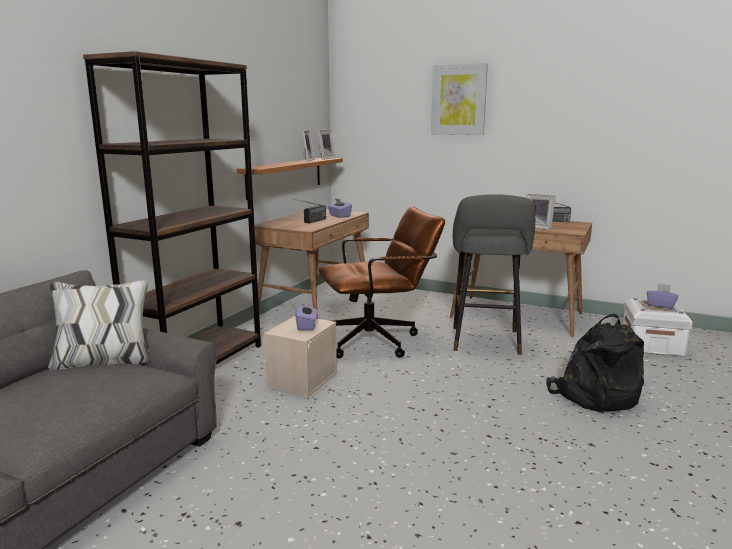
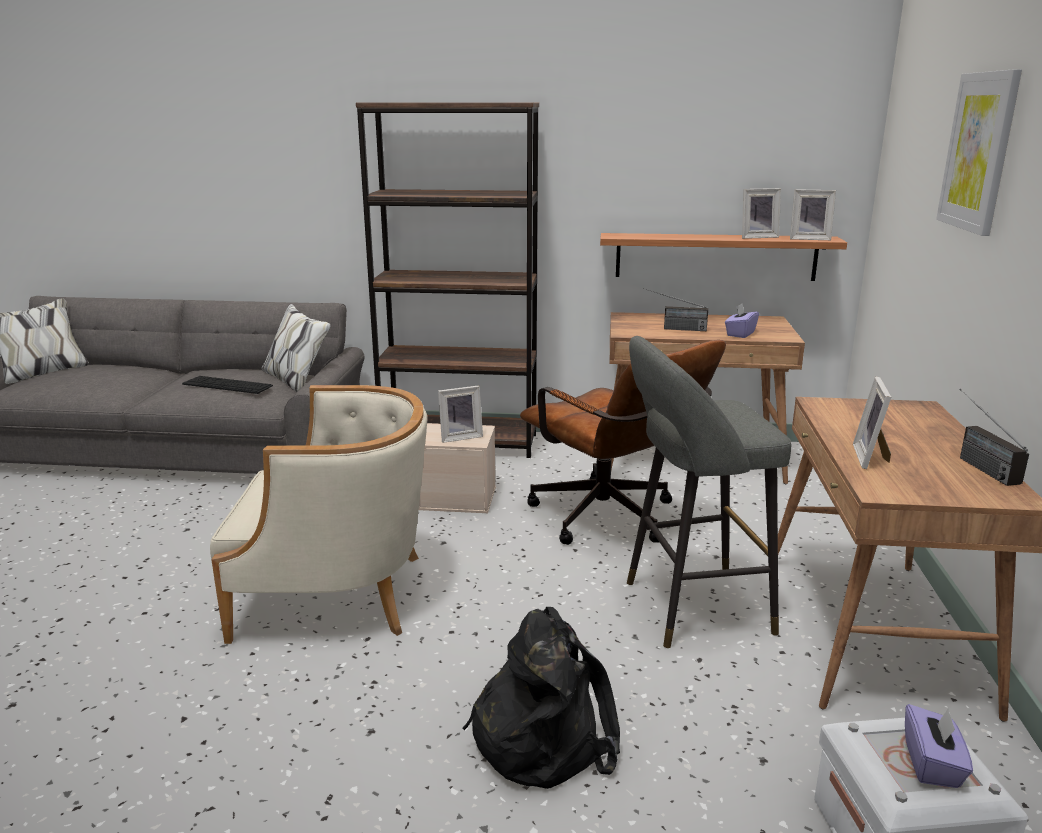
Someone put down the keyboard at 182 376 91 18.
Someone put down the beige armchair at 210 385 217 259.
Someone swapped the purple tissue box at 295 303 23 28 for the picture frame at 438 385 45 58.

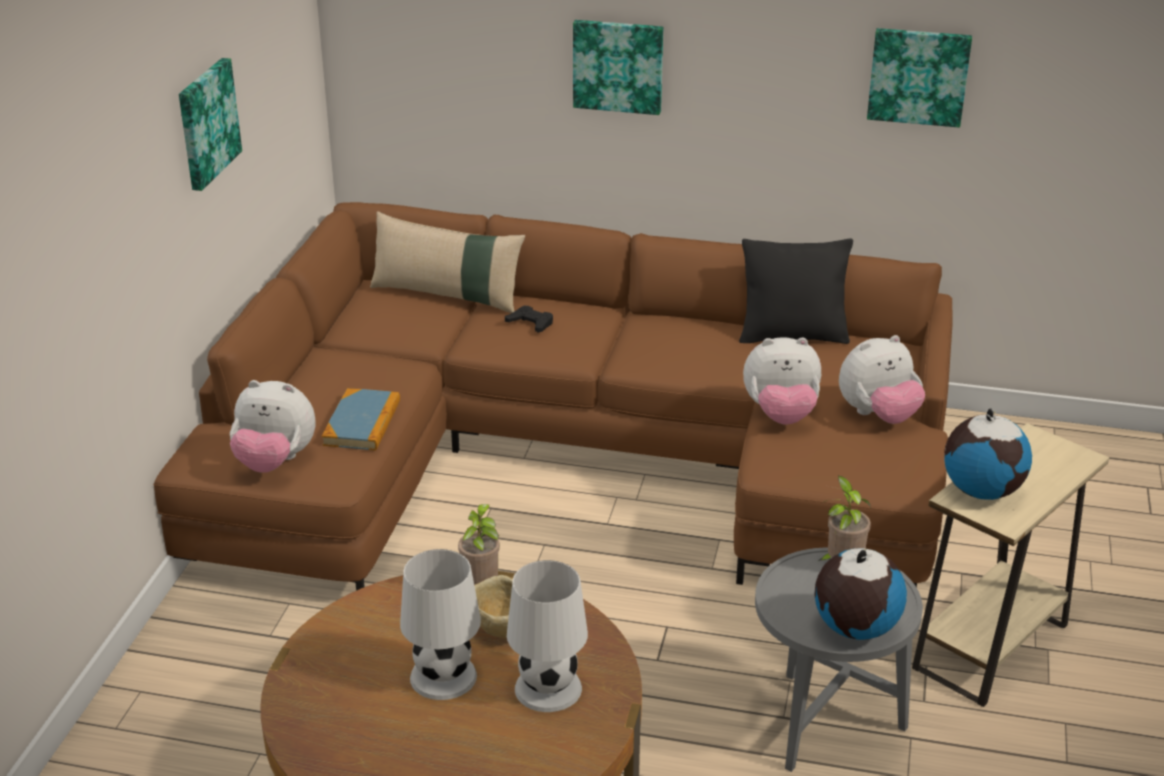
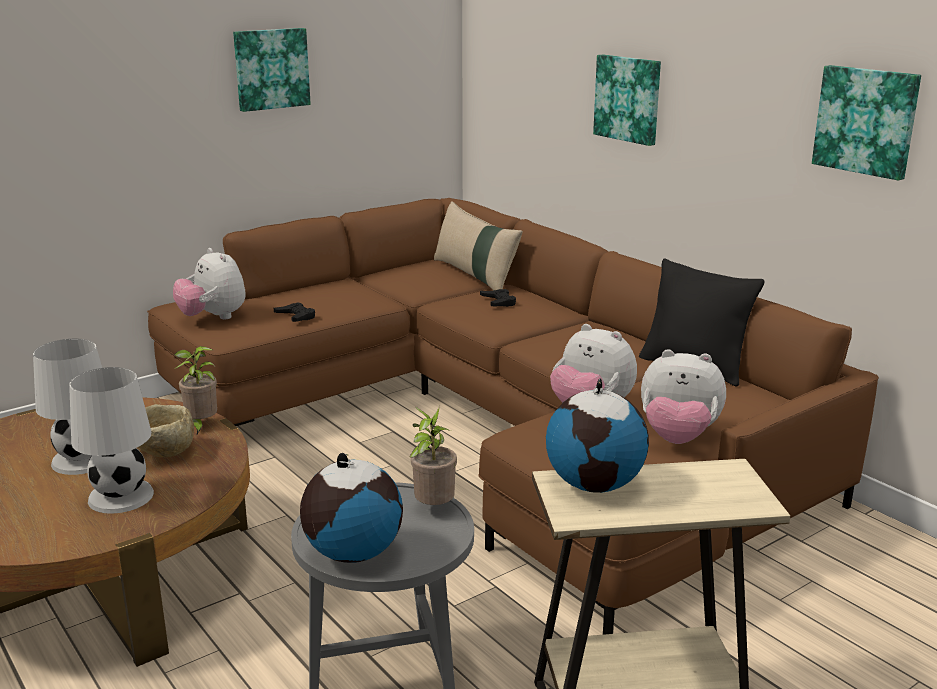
Someone swapped the book at 322 388 78 63 for the black game controller at 274 302 41 20.

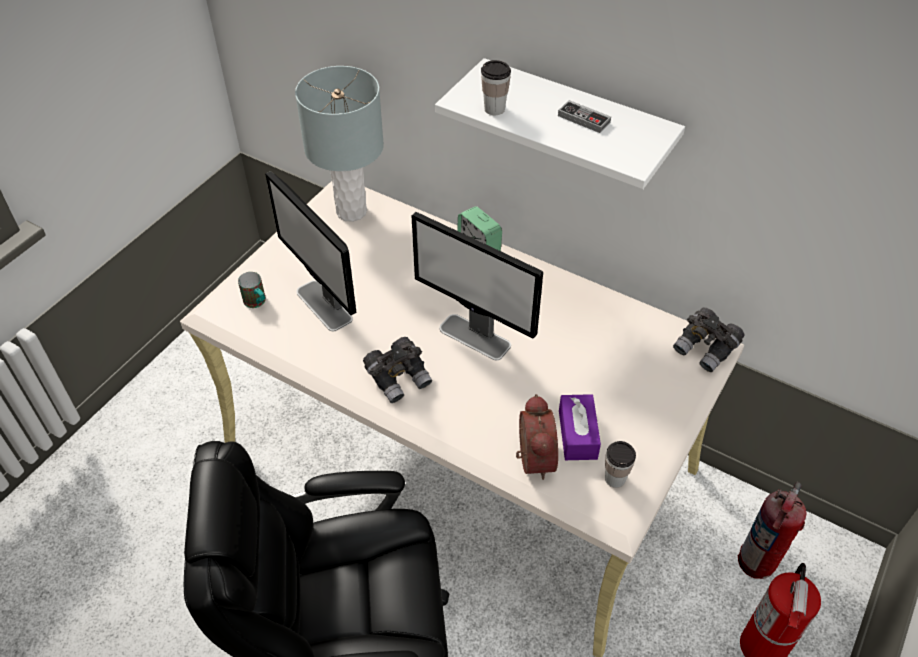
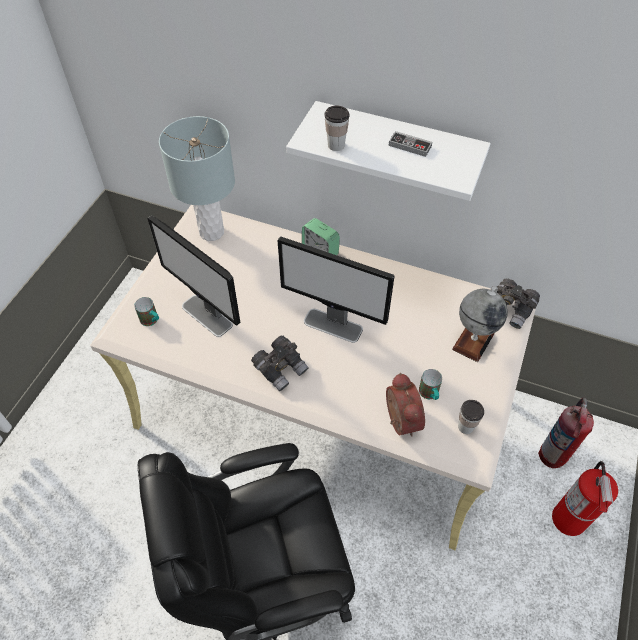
Someone put down the globe at 452 286 56 76.
Someone swapped the purple tissue box at 559 394 42 66 for the mug at 419 369 23 31.

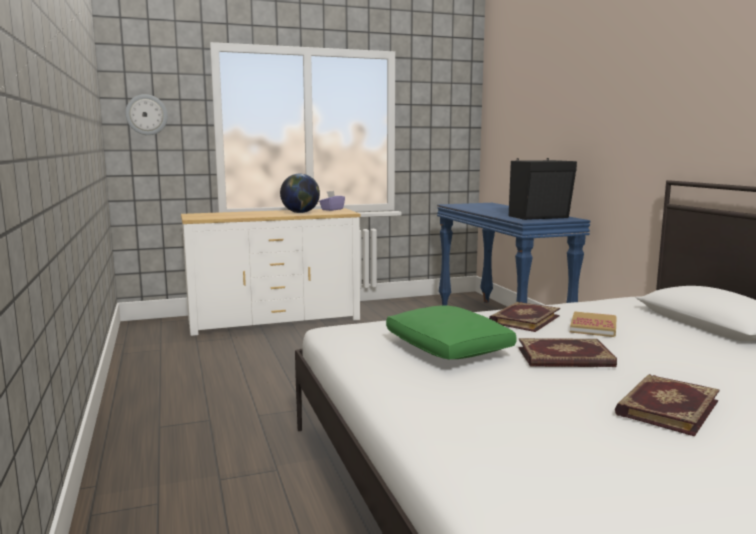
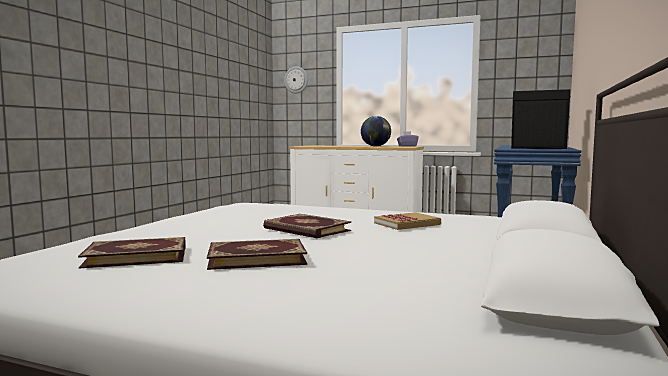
Someone took away the green pillow at 386 305 131 55.
Someone carried the book from 489 302 71 30 to 78 237 108 31.

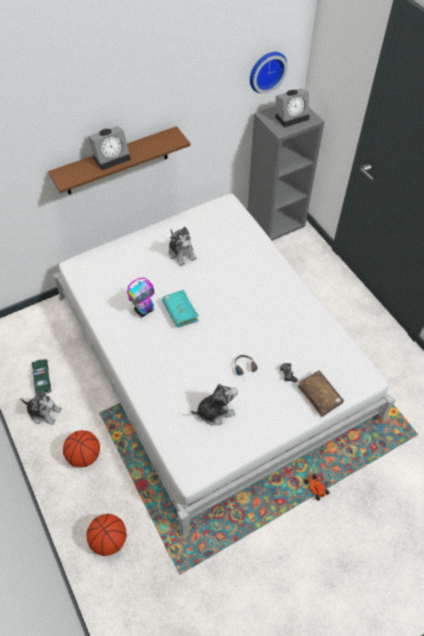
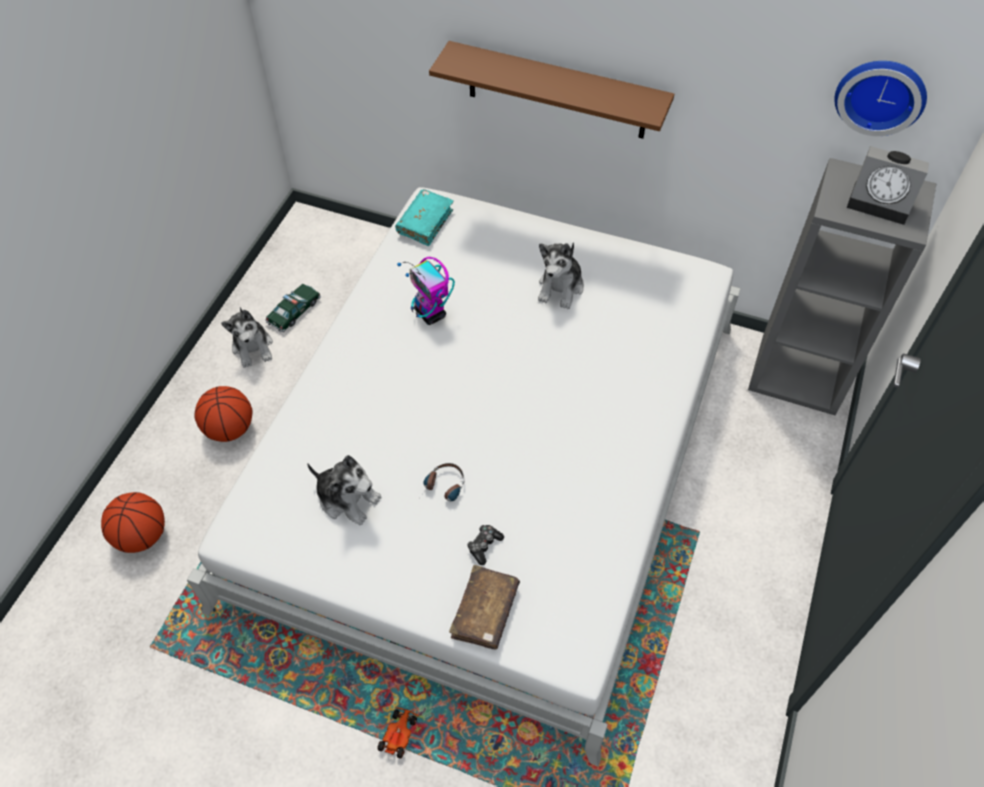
Someone took away the alarm clock at 88 126 43 44.
Someone carried the turquoise book from 162 290 37 38 to 395 189 59 57.
Someone rotated the toy robot at 127 278 27 39 by 45 degrees clockwise.

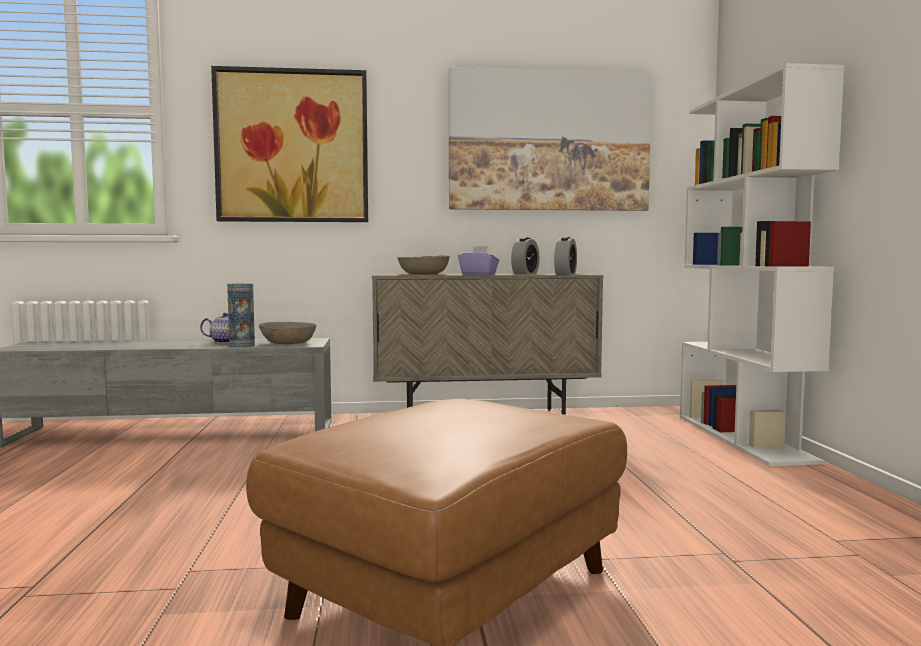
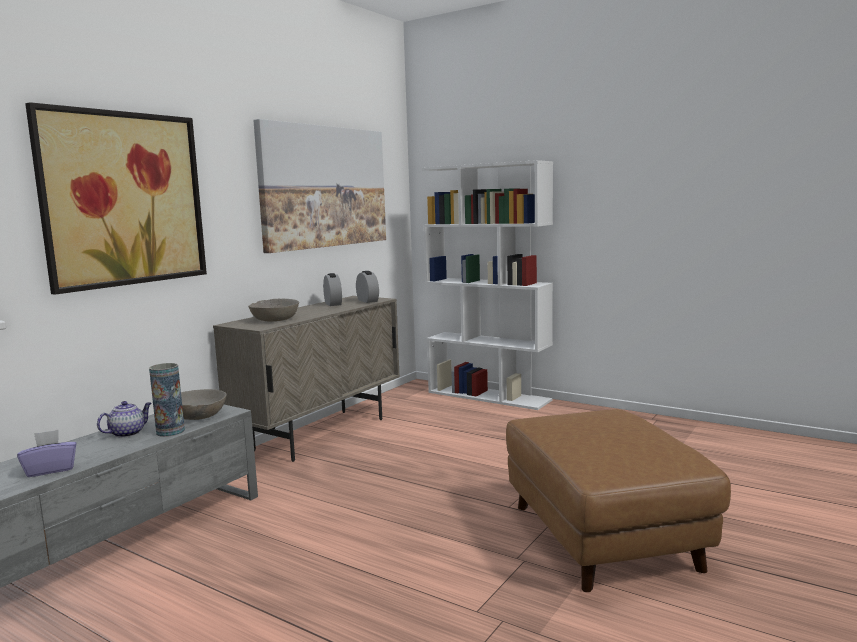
Someone carried the purple tissue box from 458 246 41 29 to 17 430 60 47.

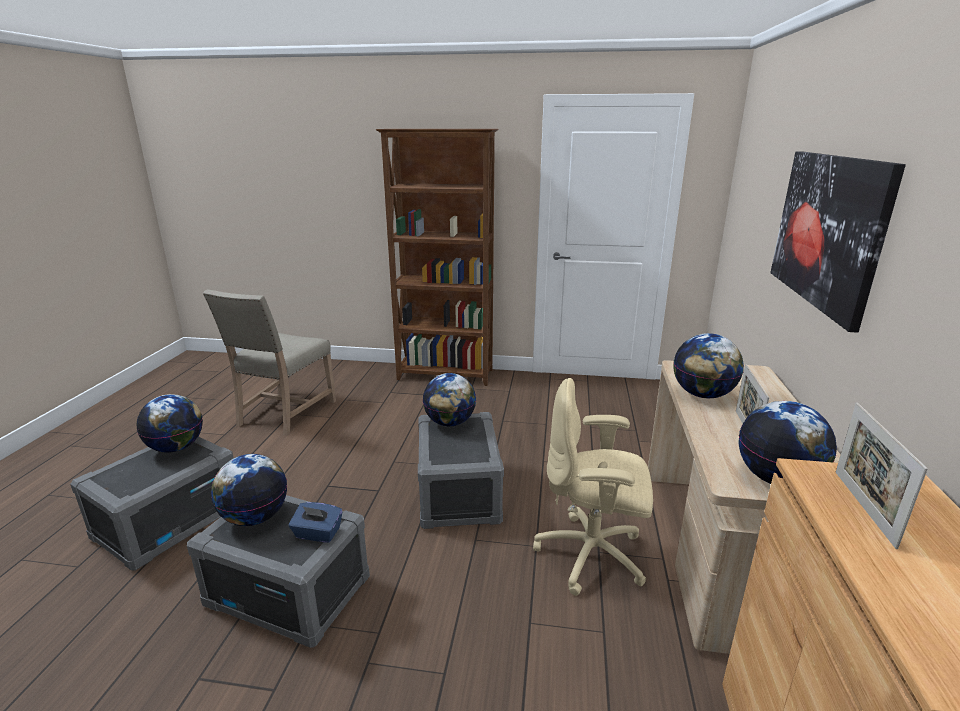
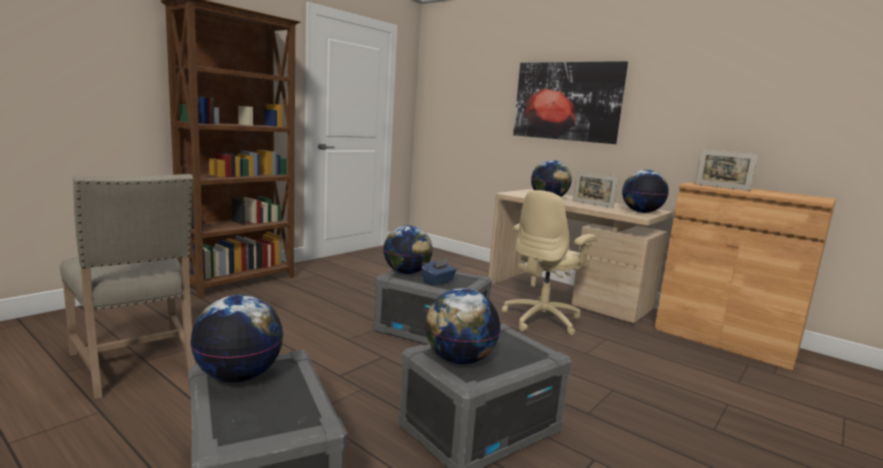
Someone carried the blue tissue box from 289 502 53 41 to 421 258 36 28.

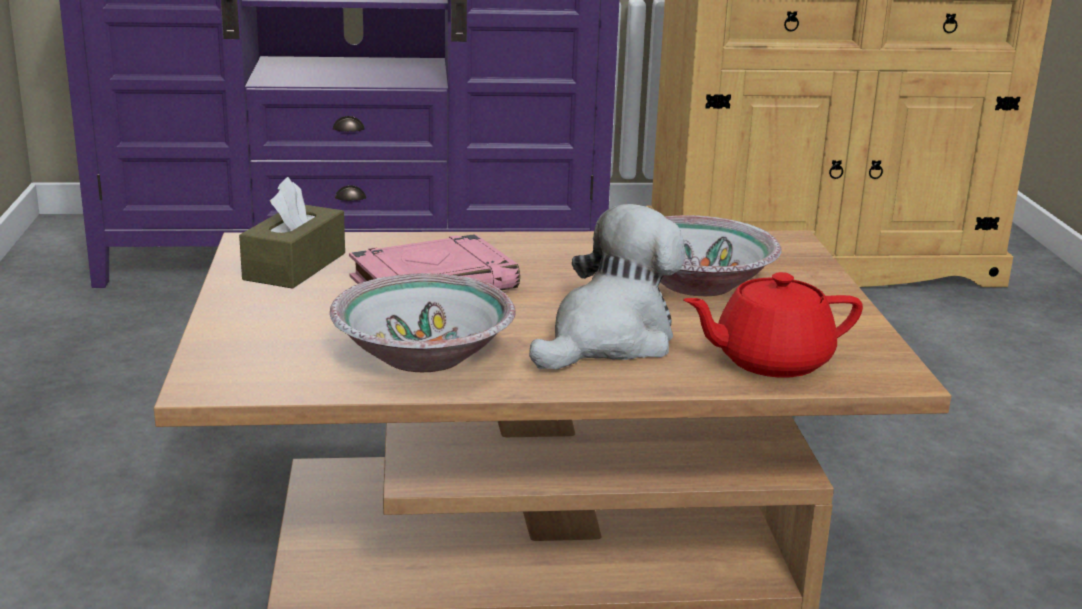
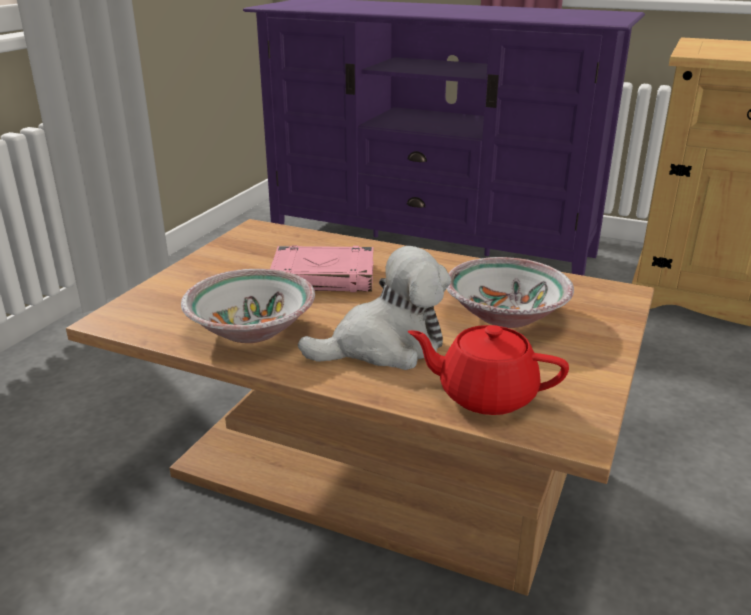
Someone took away the brown tissue box at 239 177 106 112.

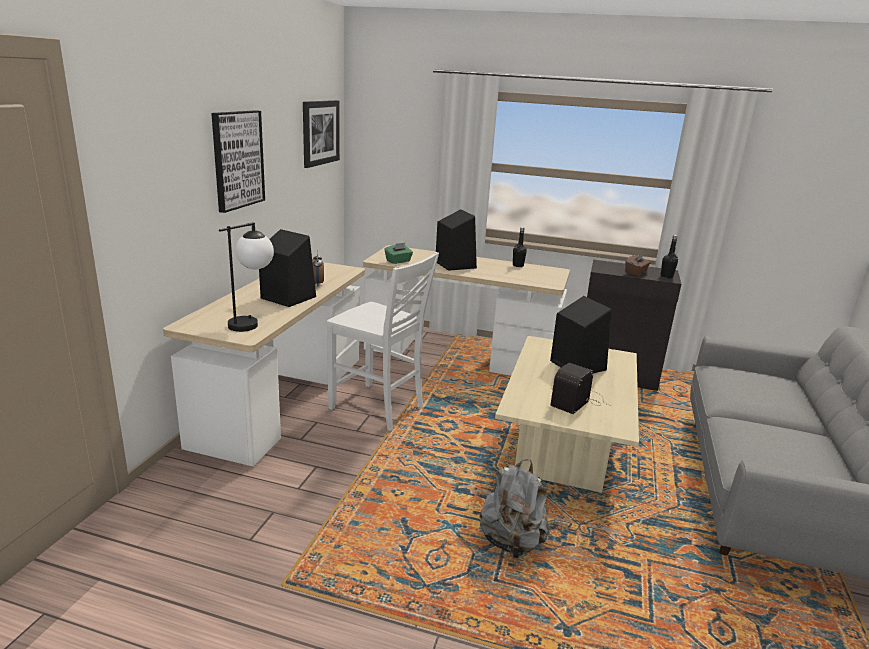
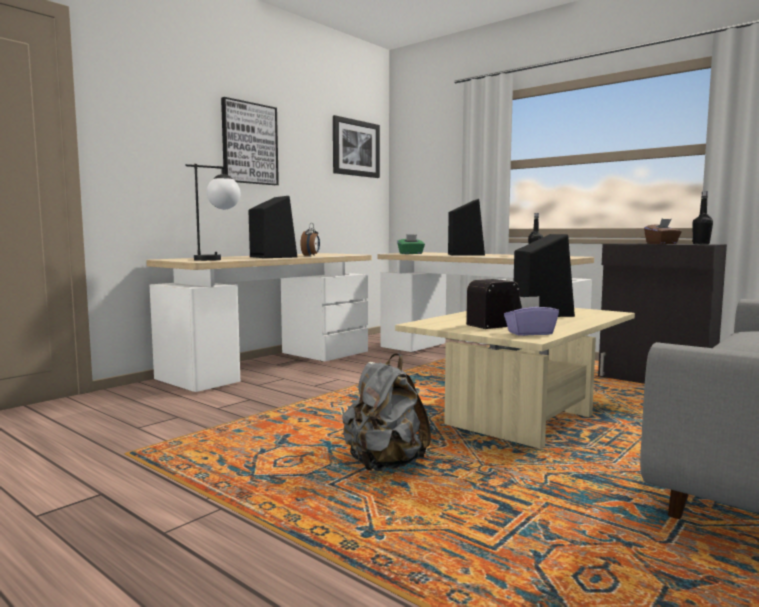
Someone took away the white chair at 327 252 112 179.
Someone put down the purple tissue box at 504 296 55 40.

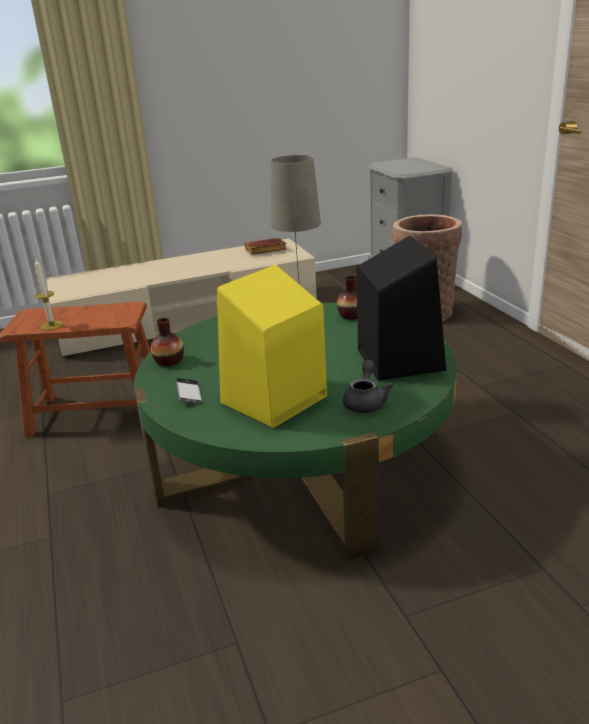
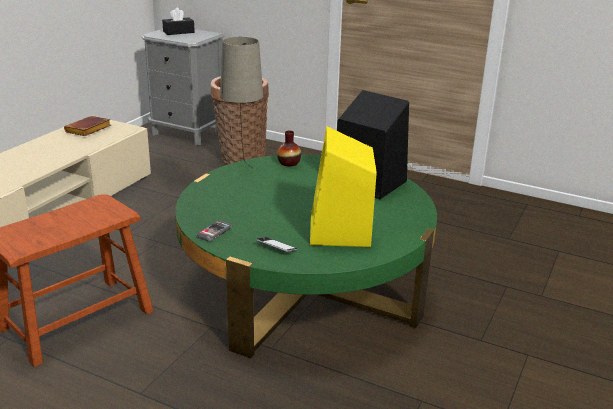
Someone took away the candle at 35 259 28 71.
Someone took away the grey teapot at 343 360 51 53.
Someone put down the black tissue box at 162 8 33 27.
Someone swapped the vase at 151 318 33 48 for the phone at 197 220 35 21.

